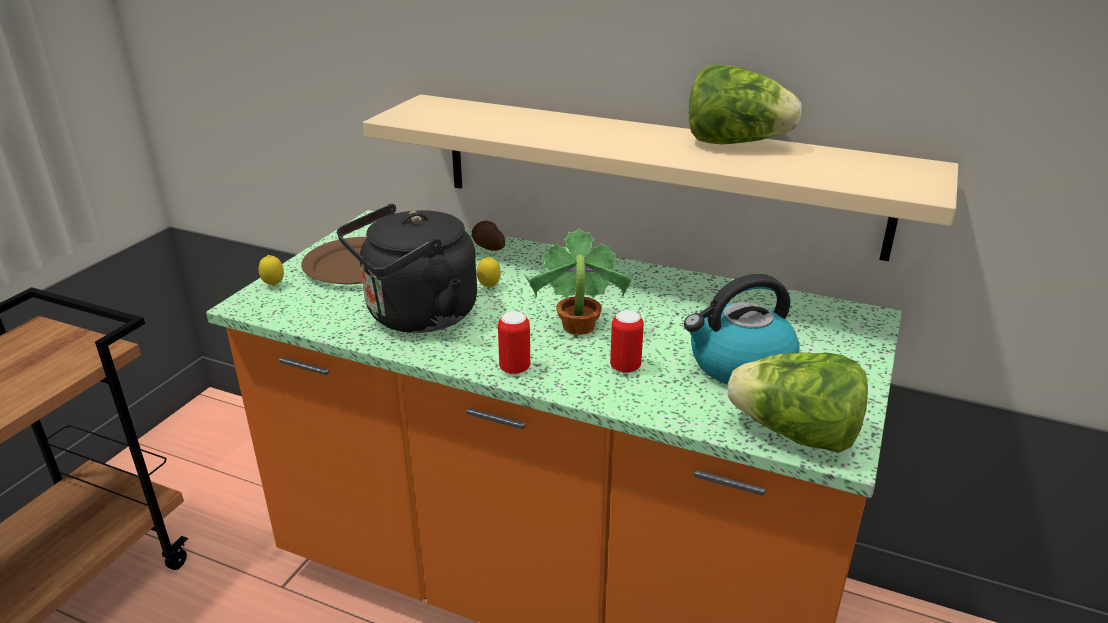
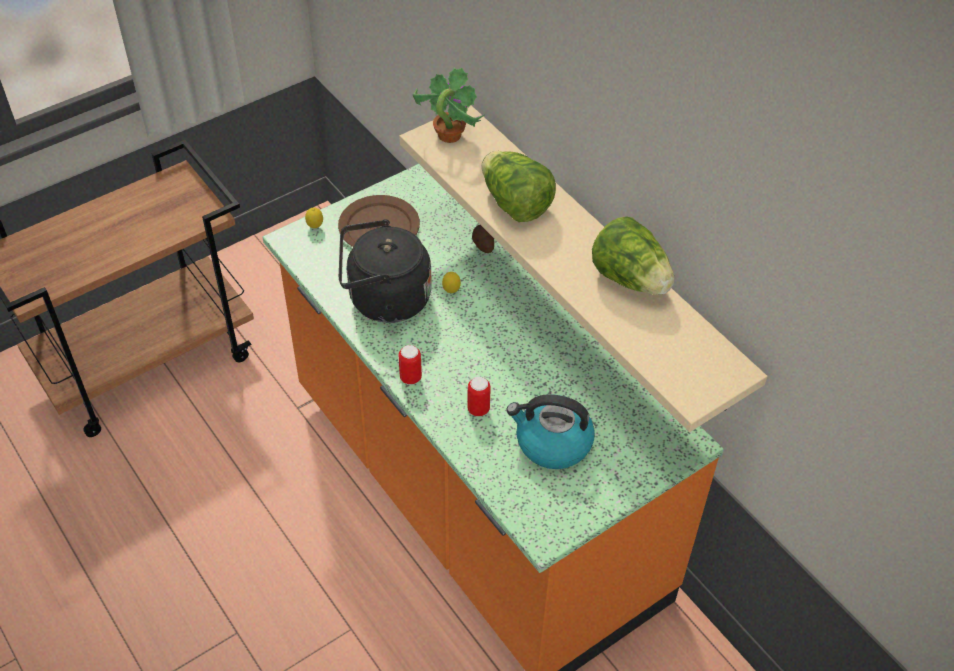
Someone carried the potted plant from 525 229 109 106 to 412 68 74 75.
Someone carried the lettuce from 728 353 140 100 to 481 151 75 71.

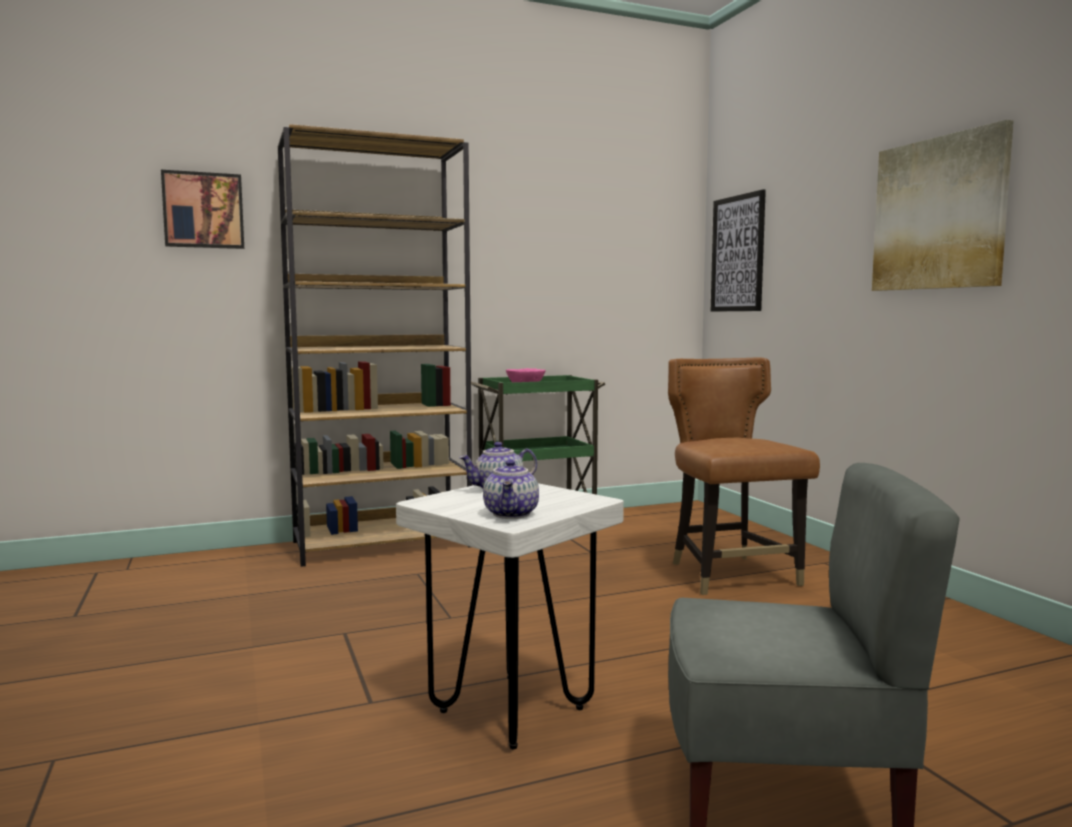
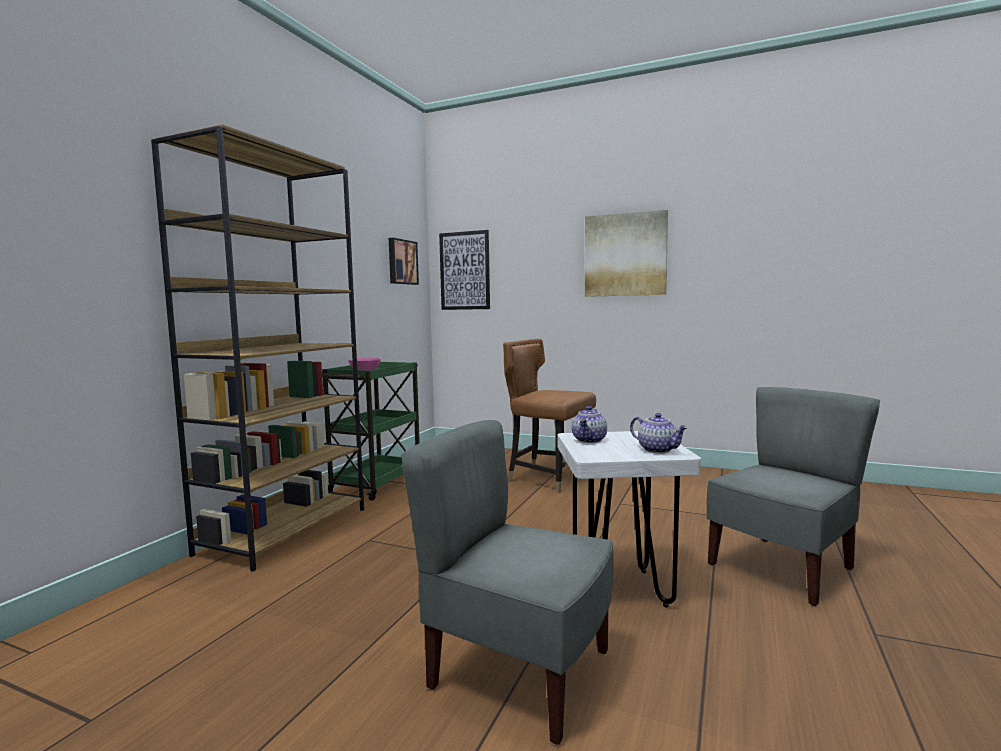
Someone put down the grey chair at 401 420 213 325.
Someone carried the picture from 161 170 83 79 to 389 238 30 47.

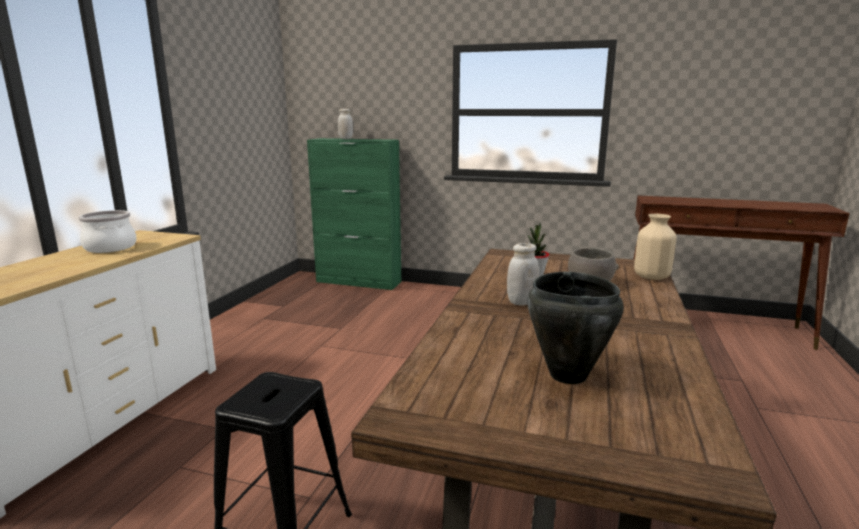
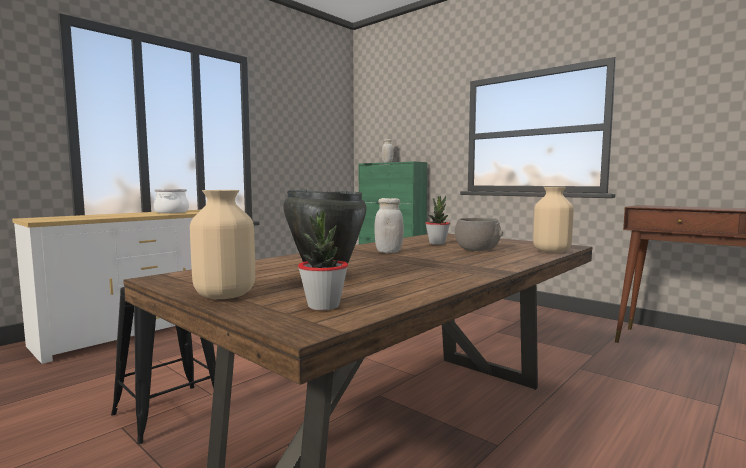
Someone put down the beige vase at 190 190 65 109.
Someone put down the potted plant at 298 209 50 101.

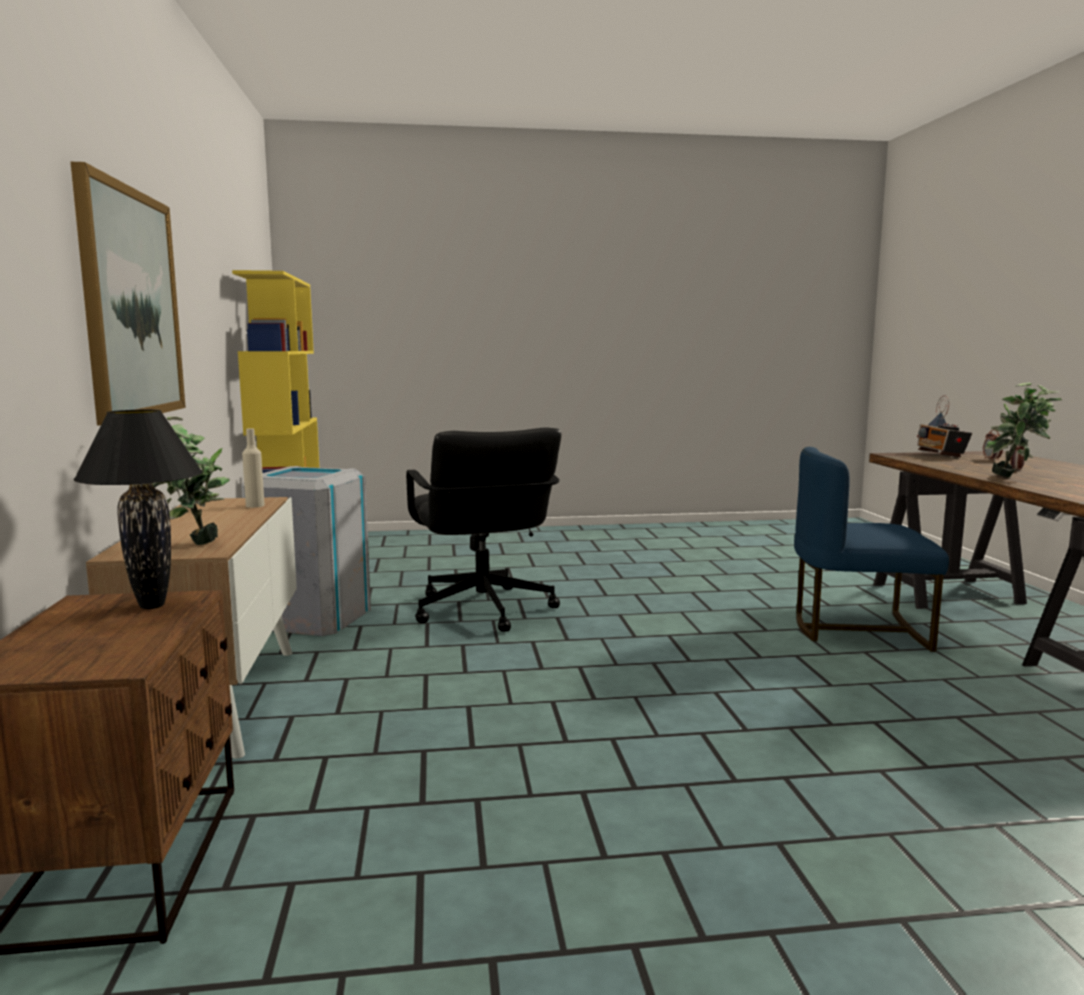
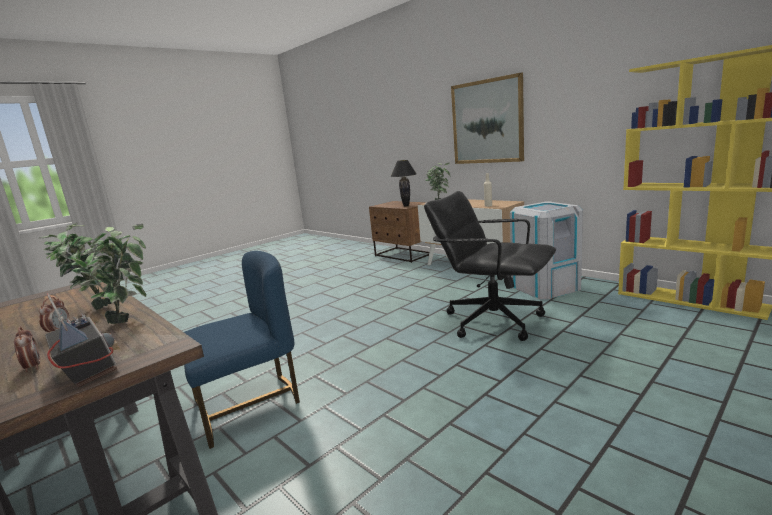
Someone put down the potted plant at 71 224 75 100.

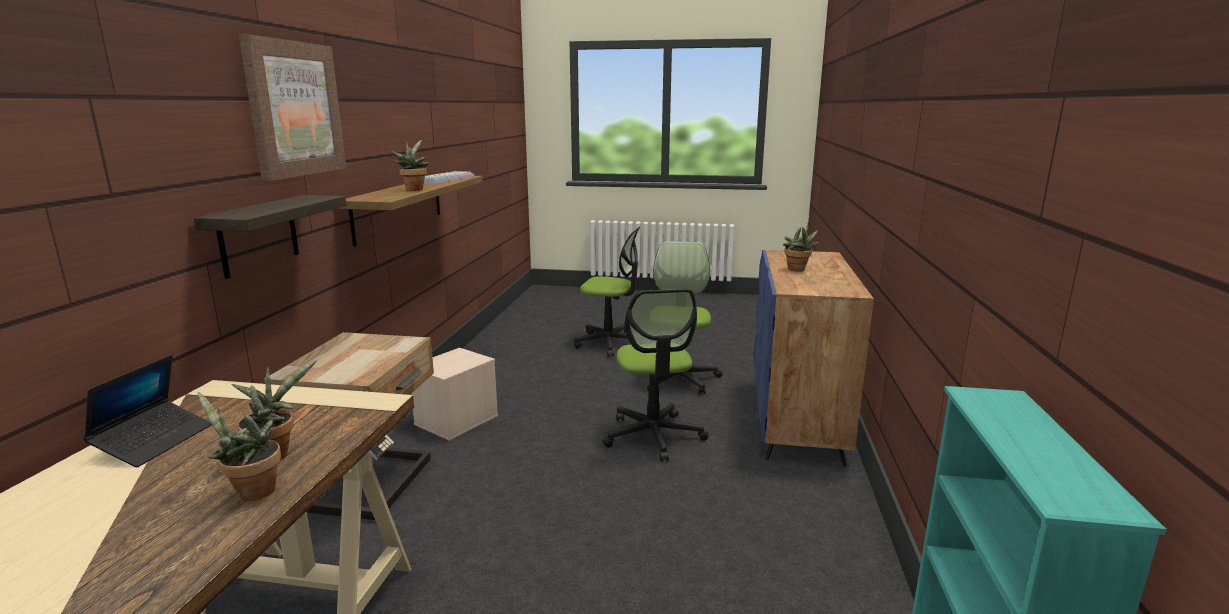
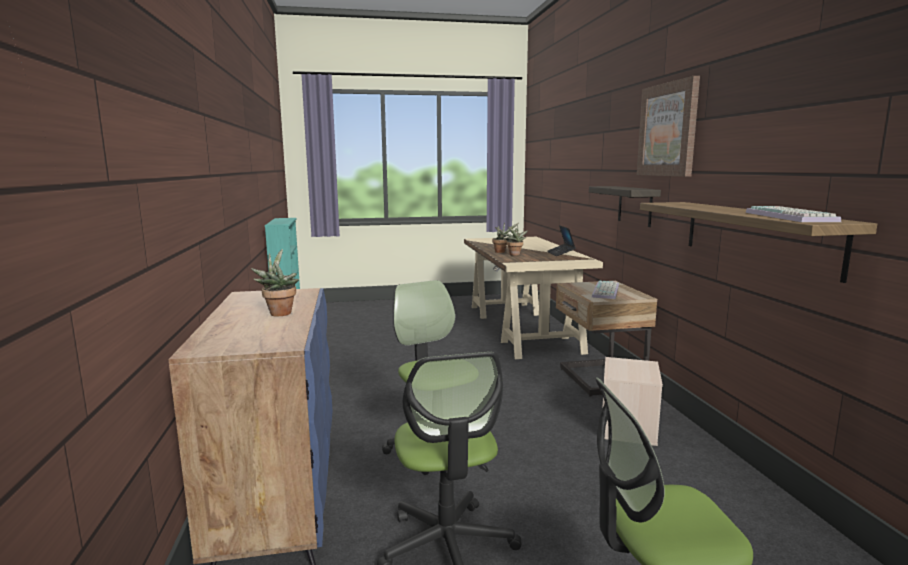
Someone took away the potted plant at 390 140 39 51.
Someone put down the keyboard at 592 281 27 18.

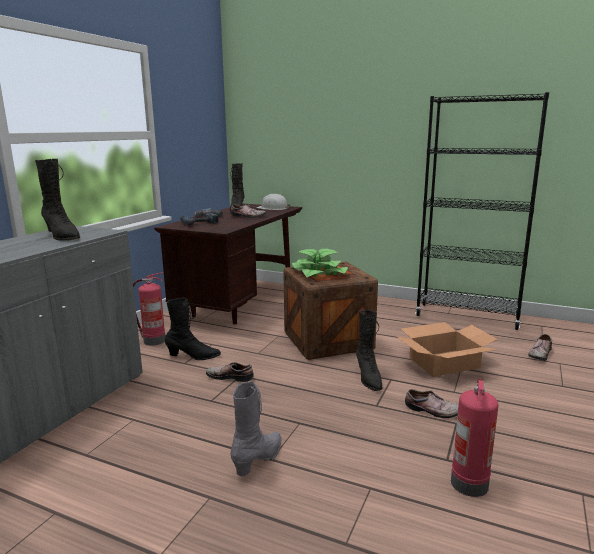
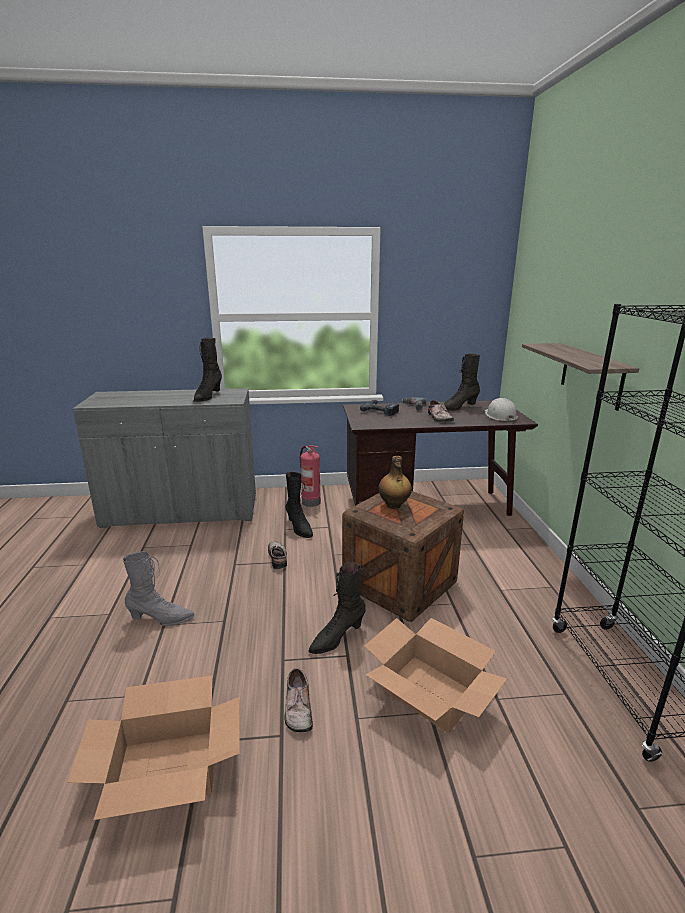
Someone took away the shoe at 528 334 24 27.
Someone put up the shelf at 522 343 117 68.
Someone swapped the potted plant at 292 249 56 28 for the bottle at 378 456 34 53.
Someone swapped the fire extinguisher at 451 378 47 119 for the cardboard box at 67 676 173 144.

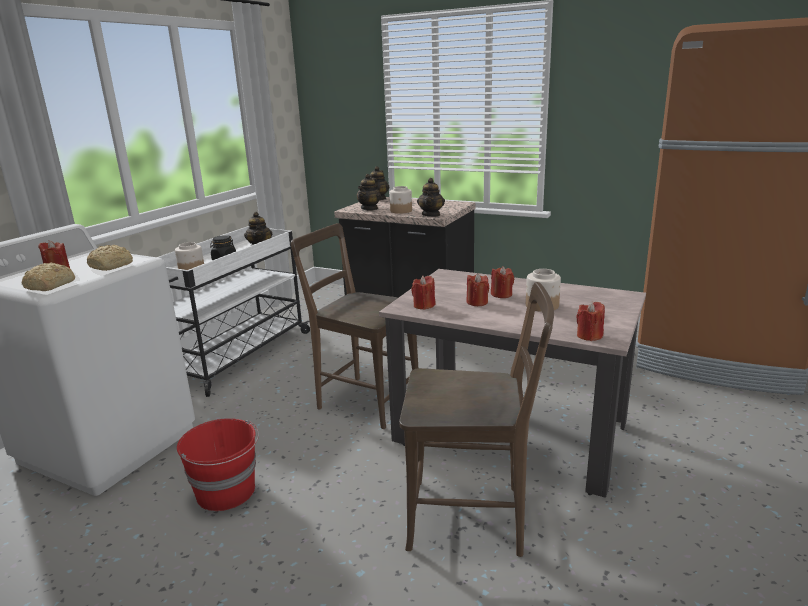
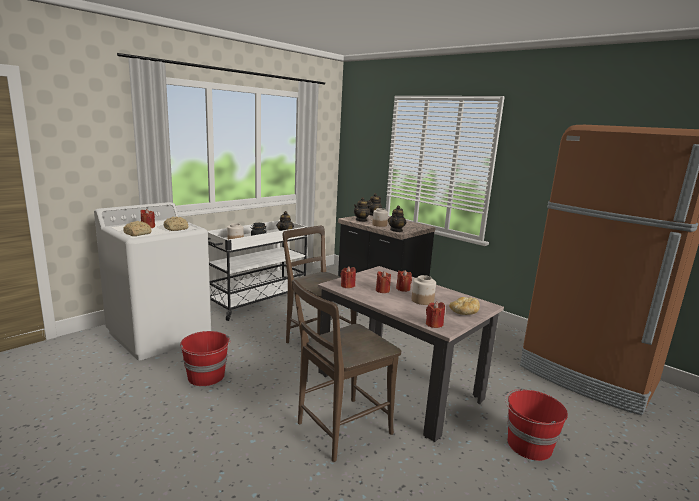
Someone put down the bread at 449 297 31 18.
Someone put down the red bucket at 505 388 63 73.
Someone rotated the brown chair at 399 282 155 275 by 120 degrees clockwise.

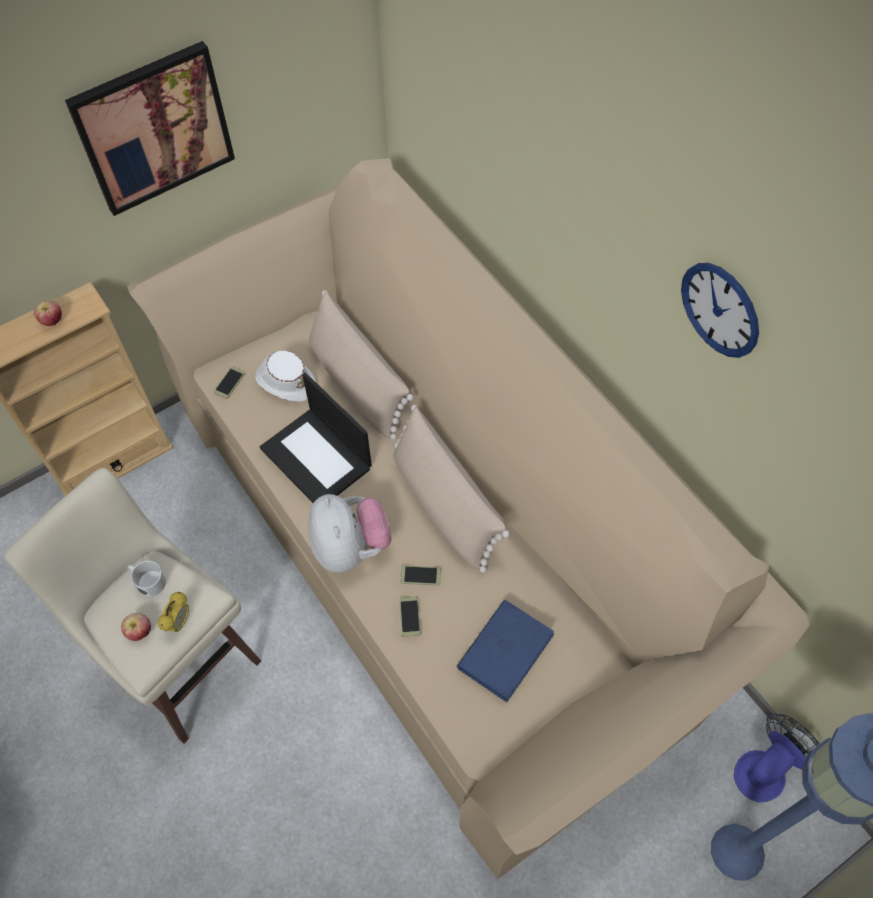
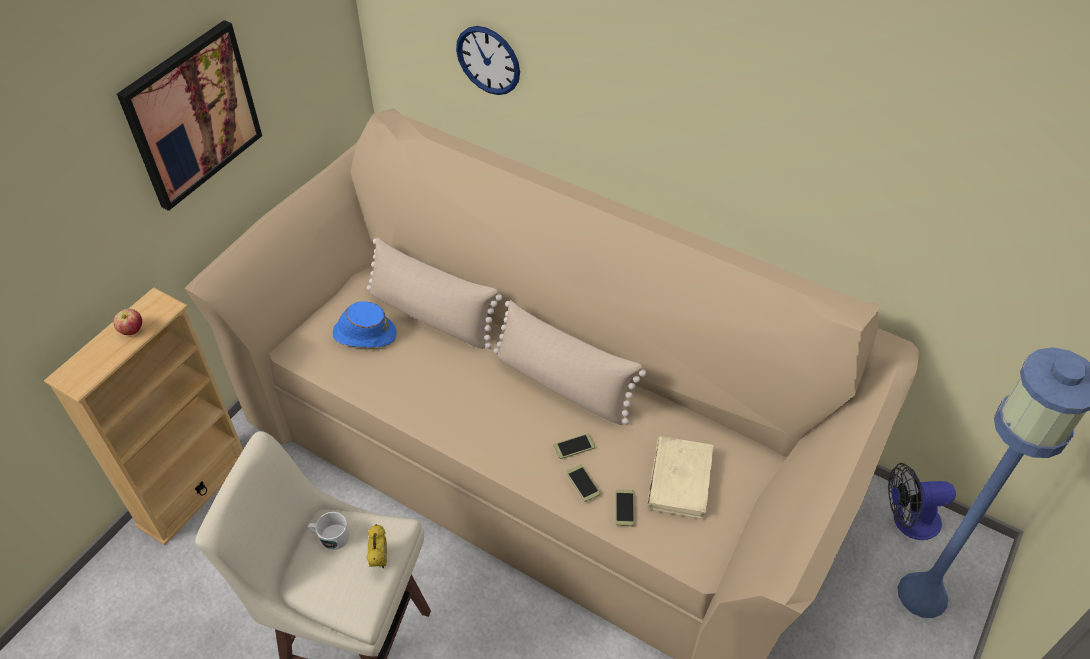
Someone took away the apple at 121 613 30 28.
Someone took away the laptop at 260 373 112 130.
Someone took away the plush toy at 309 494 83 78.
Someone carried the phone from 213 366 32 33 to 615 489 20 37.
Someone carried the wall clock from 681 263 78 95 to 456 26 64 69.
Someone repainted the white hat at 256 350 60 51, which became the blue hat at 333 301 64 47.
Someone repainted the blue book at 457 600 97 102, which became the beige book at 647 436 67 83.
Someone rotated the fan at 734 714 86 88 by 120 degrees counterclockwise.

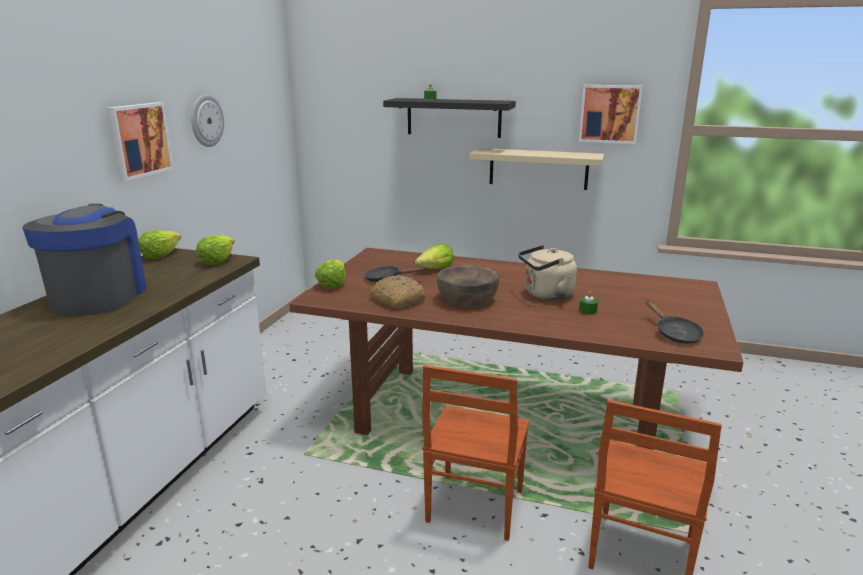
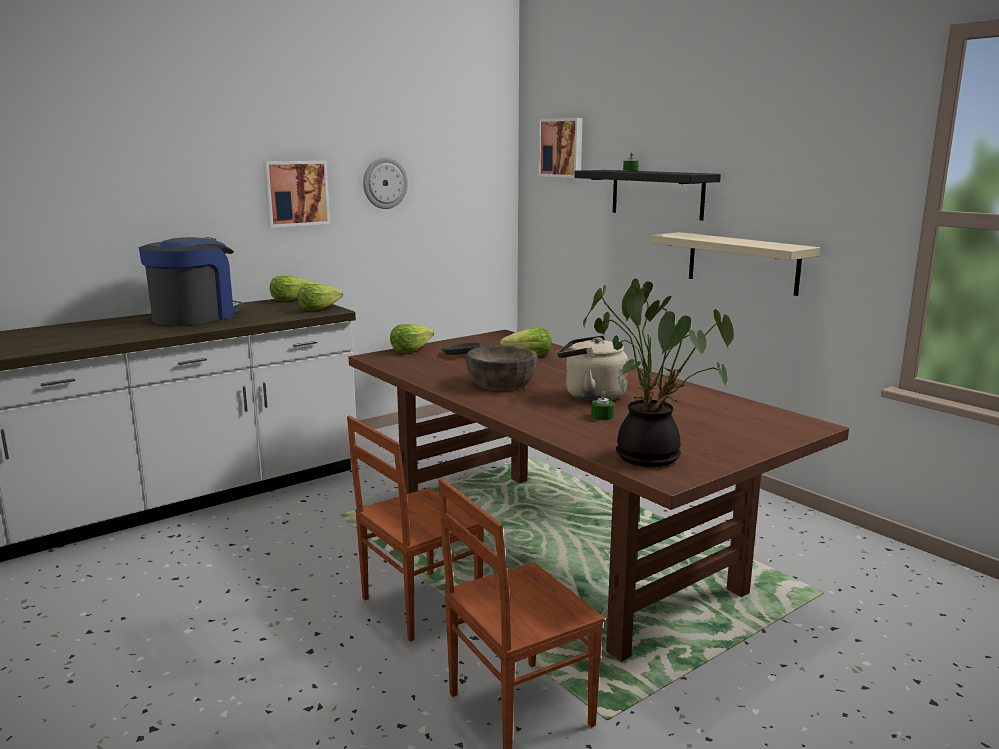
Someone took away the bread at 370 275 57 33.
Someone carried the picture from 579 85 64 59 to 538 118 45 60.
Someone swapped the black frying pan at 646 301 58 43 for the potted plant at 583 279 151 188.

